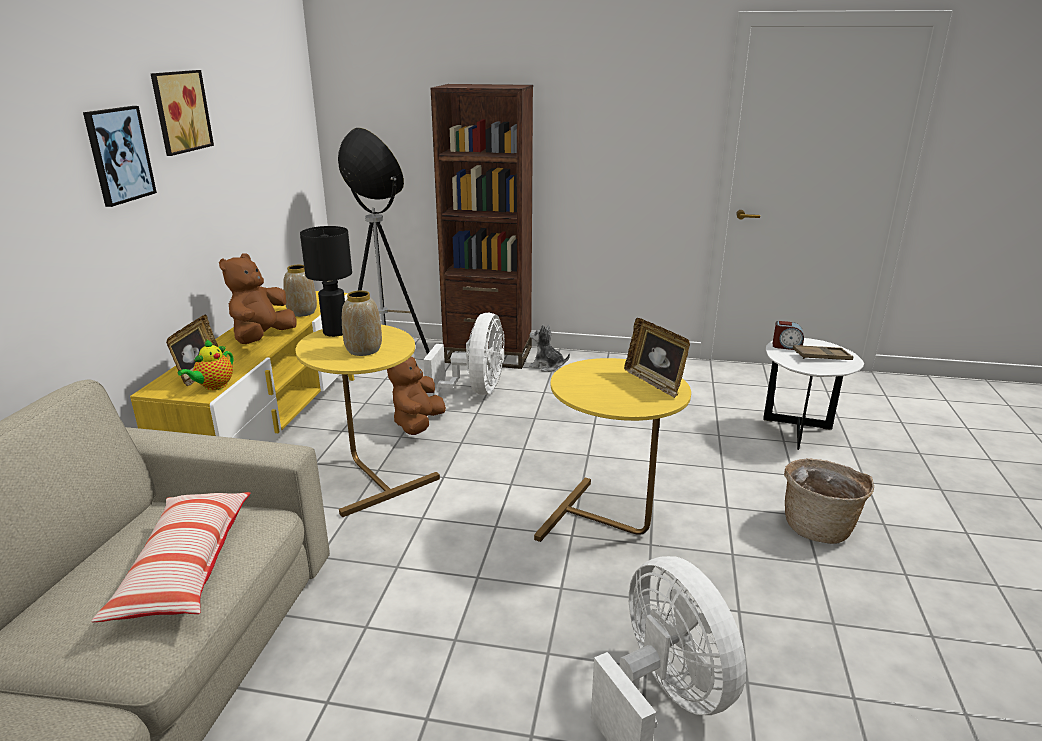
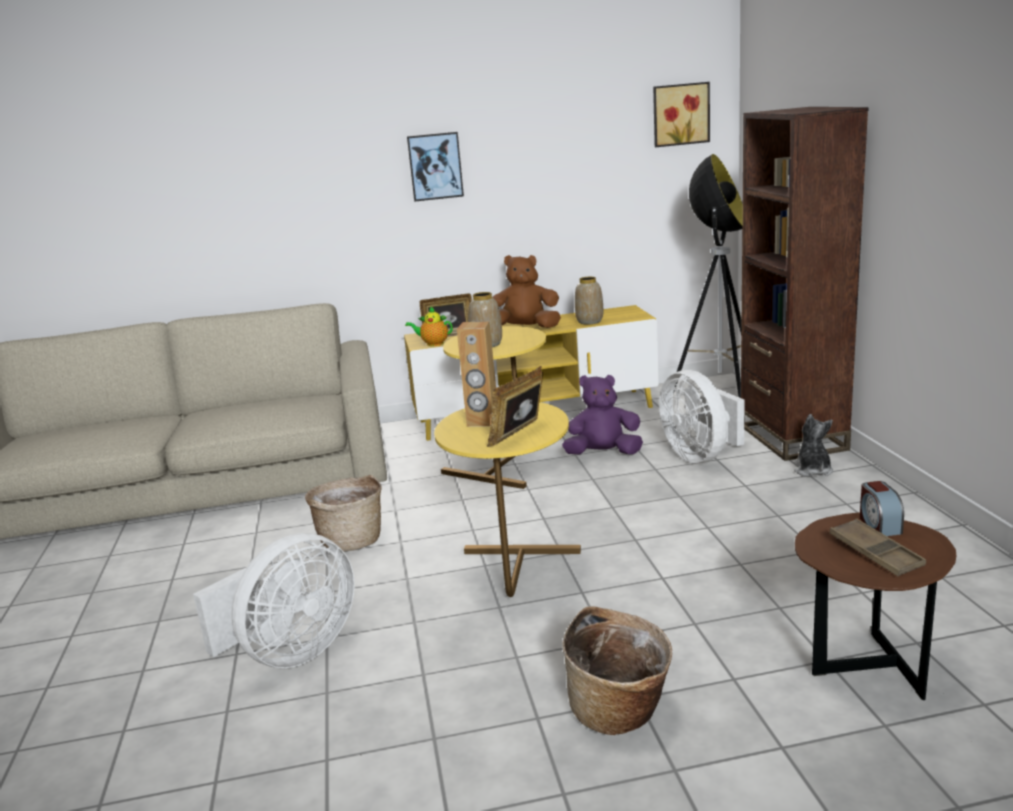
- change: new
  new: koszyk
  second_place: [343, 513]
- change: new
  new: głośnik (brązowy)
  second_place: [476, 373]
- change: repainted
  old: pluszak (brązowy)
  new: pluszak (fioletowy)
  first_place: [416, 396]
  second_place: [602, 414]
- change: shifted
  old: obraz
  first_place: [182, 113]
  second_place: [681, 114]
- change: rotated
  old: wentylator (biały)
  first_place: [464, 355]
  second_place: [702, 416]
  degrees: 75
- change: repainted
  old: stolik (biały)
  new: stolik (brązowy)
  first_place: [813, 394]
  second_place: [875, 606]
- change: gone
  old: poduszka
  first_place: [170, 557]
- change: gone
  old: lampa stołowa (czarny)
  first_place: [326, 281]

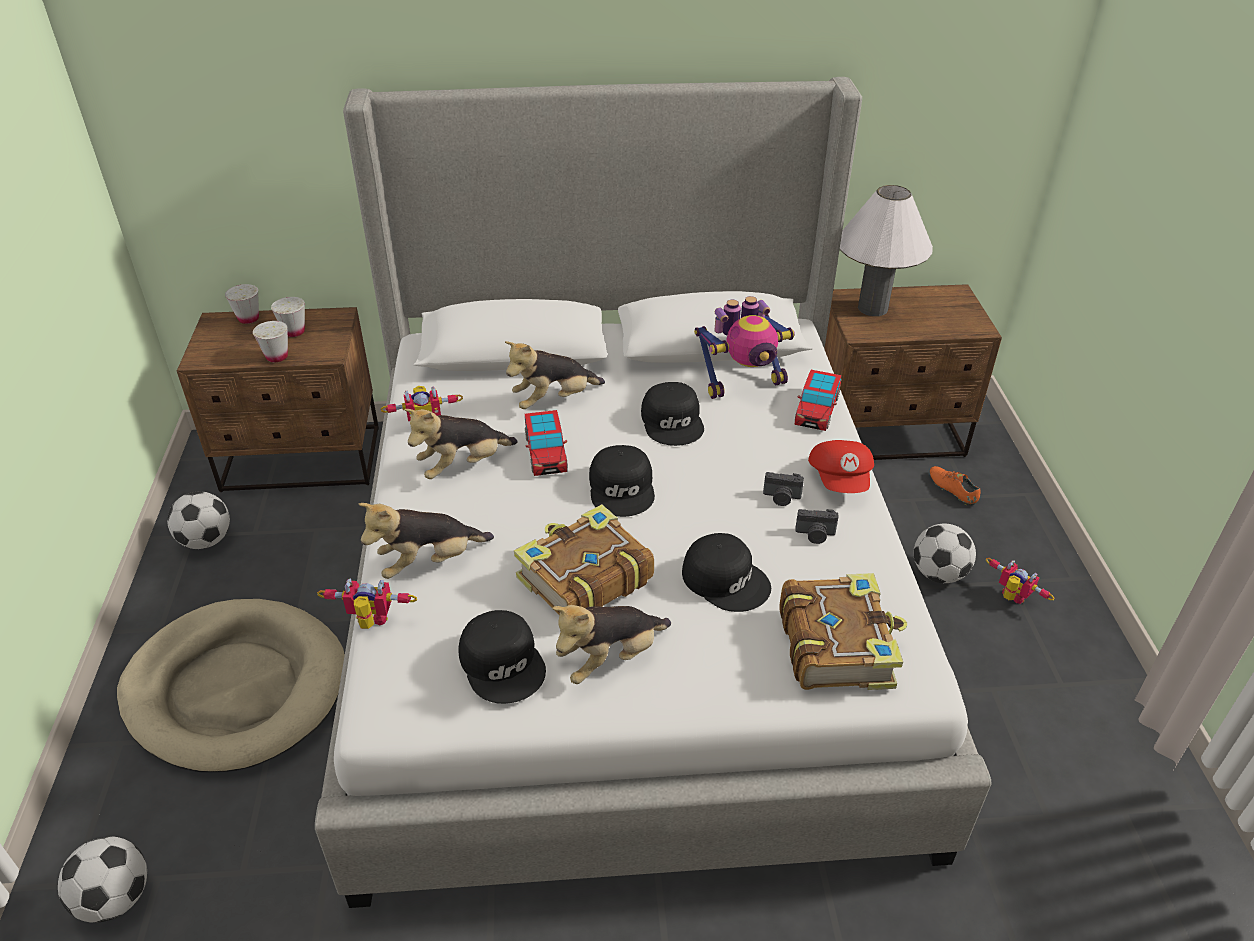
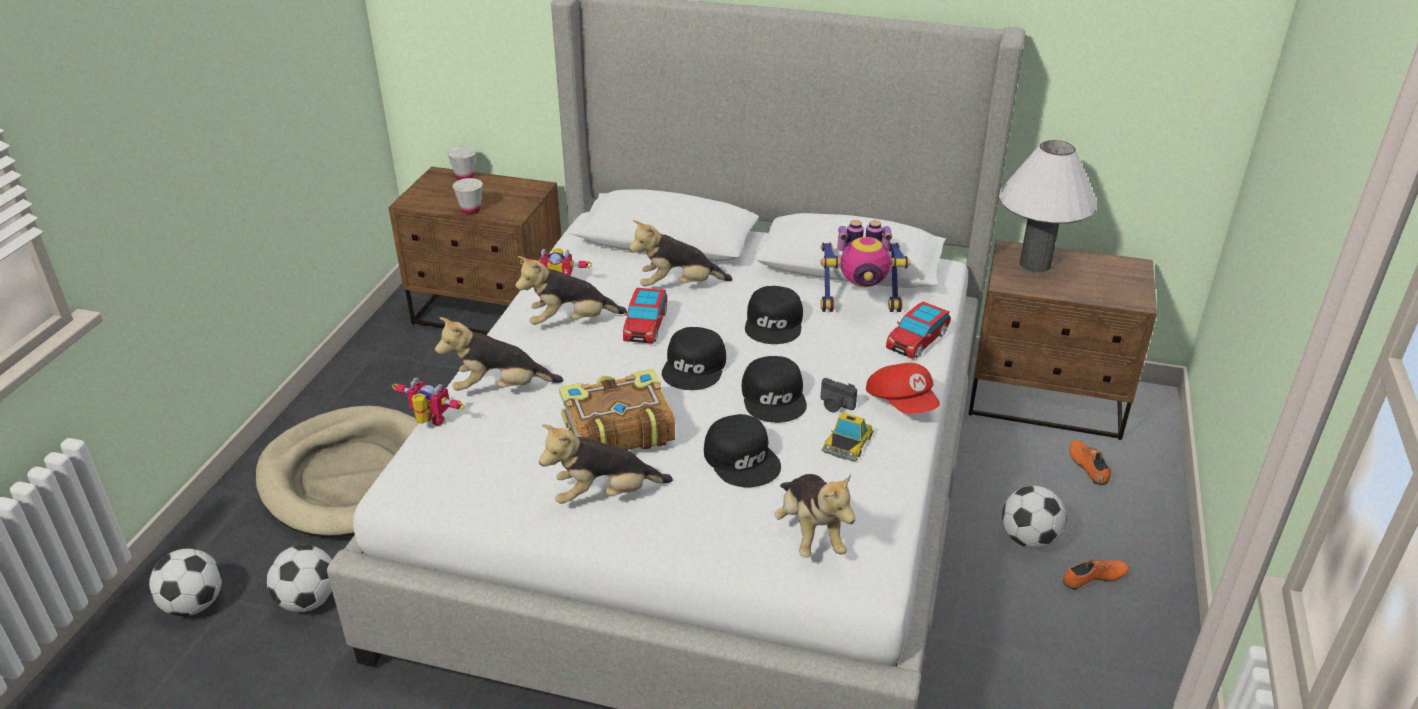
- change: shifted
  old: piłka futbolowa
  first_place: [198, 520]
  second_place: [300, 578]
- change: shifted
  old: czapka z daszkiem (czarny)
  first_place: [502, 657]
  second_place: [774, 389]
- change: swapped
  old: książka
  new: pluszak
  first_place: [843, 631]
  second_place: [815, 516]
- change: swapped
  old: aparat fotograficzny
  new: samochodzik
  first_place: [816, 526]
  second_place: [847, 437]
- change: rotated
  old: czapka z daszkiem (czerwony)
  first_place: [841, 466]
  second_place: [903, 388]
  degrees: -45
- change: swapped
  old: robot zabawkowy
  new: but (pomarańczowy)
  first_place: [1020, 581]
  second_place: [1096, 574]
- change: gone
  old: filiżanka (biały)
  first_place: [288, 317]

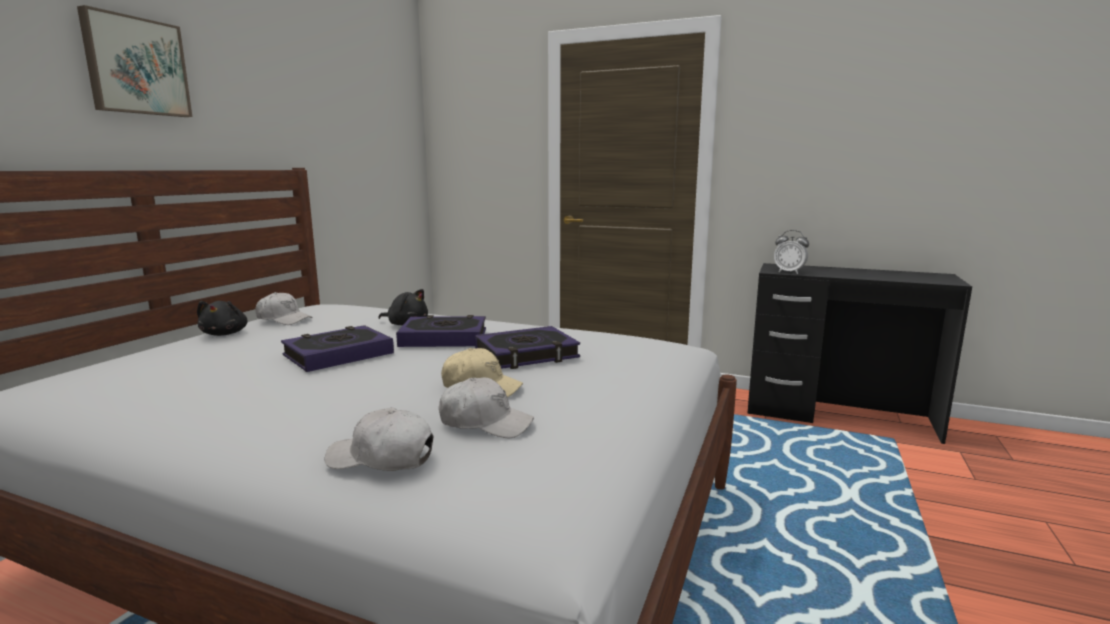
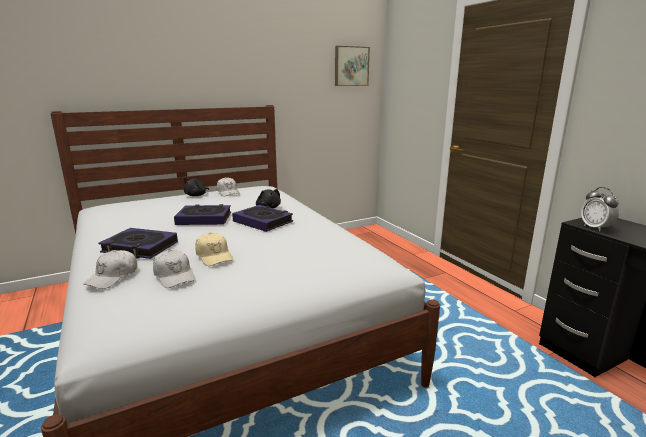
- change: rotated
  old: czapka z daszkiem (biały)
  first_place: [379, 439]
  second_place: [110, 269]
  degrees: -120
- change: shifted
  old: książka
  first_place: [527, 347]
  second_place: [138, 243]
- change: shifted
  old: obraz
  first_place: [134, 61]
  second_place: [352, 66]

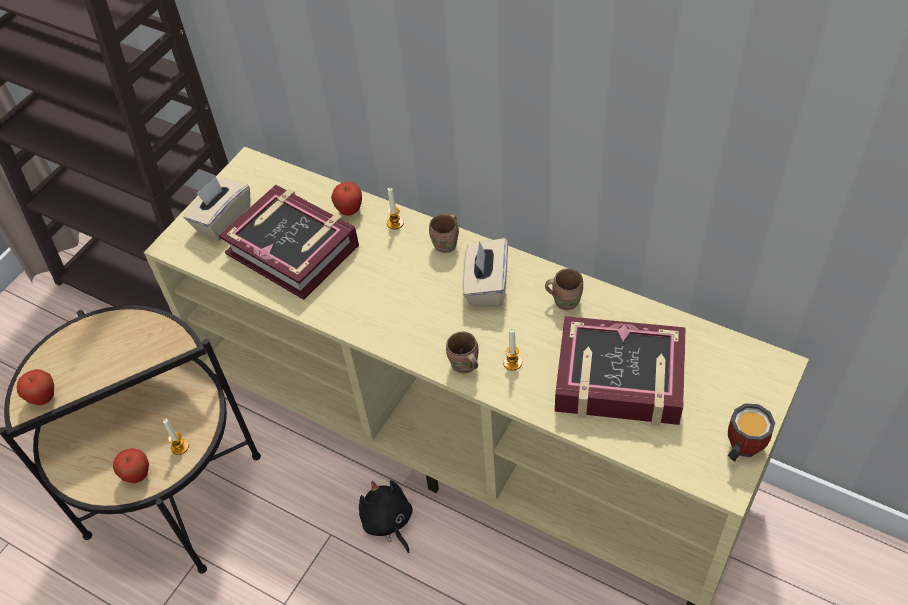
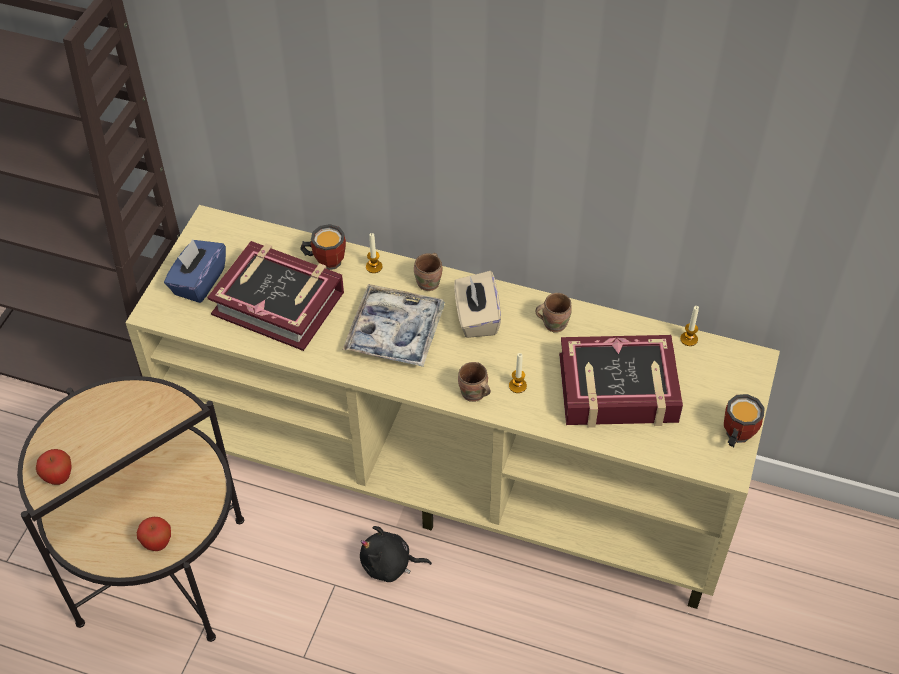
- change: repainted
  old: pudełko chusteczek (beżowy)
  new: pudełko chusteczek (niebieski)
  first_place: [217, 208]
  second_place: [195, 271]
- change: swapped
  old: jabłko
  new: kubek
  first_place: [346, 199]
  second_place: [323, 247]
- change: new
  new: taca
  second_place: [394, 325]
- change: rotated
  old: pluszak (czarny)
  first_place: [386, 516]
  second_place: [396, 554]
  degrees: -45
- change: shifted
  old: świeca
  first_place: [176, 437]
  second_place: [689, 326]

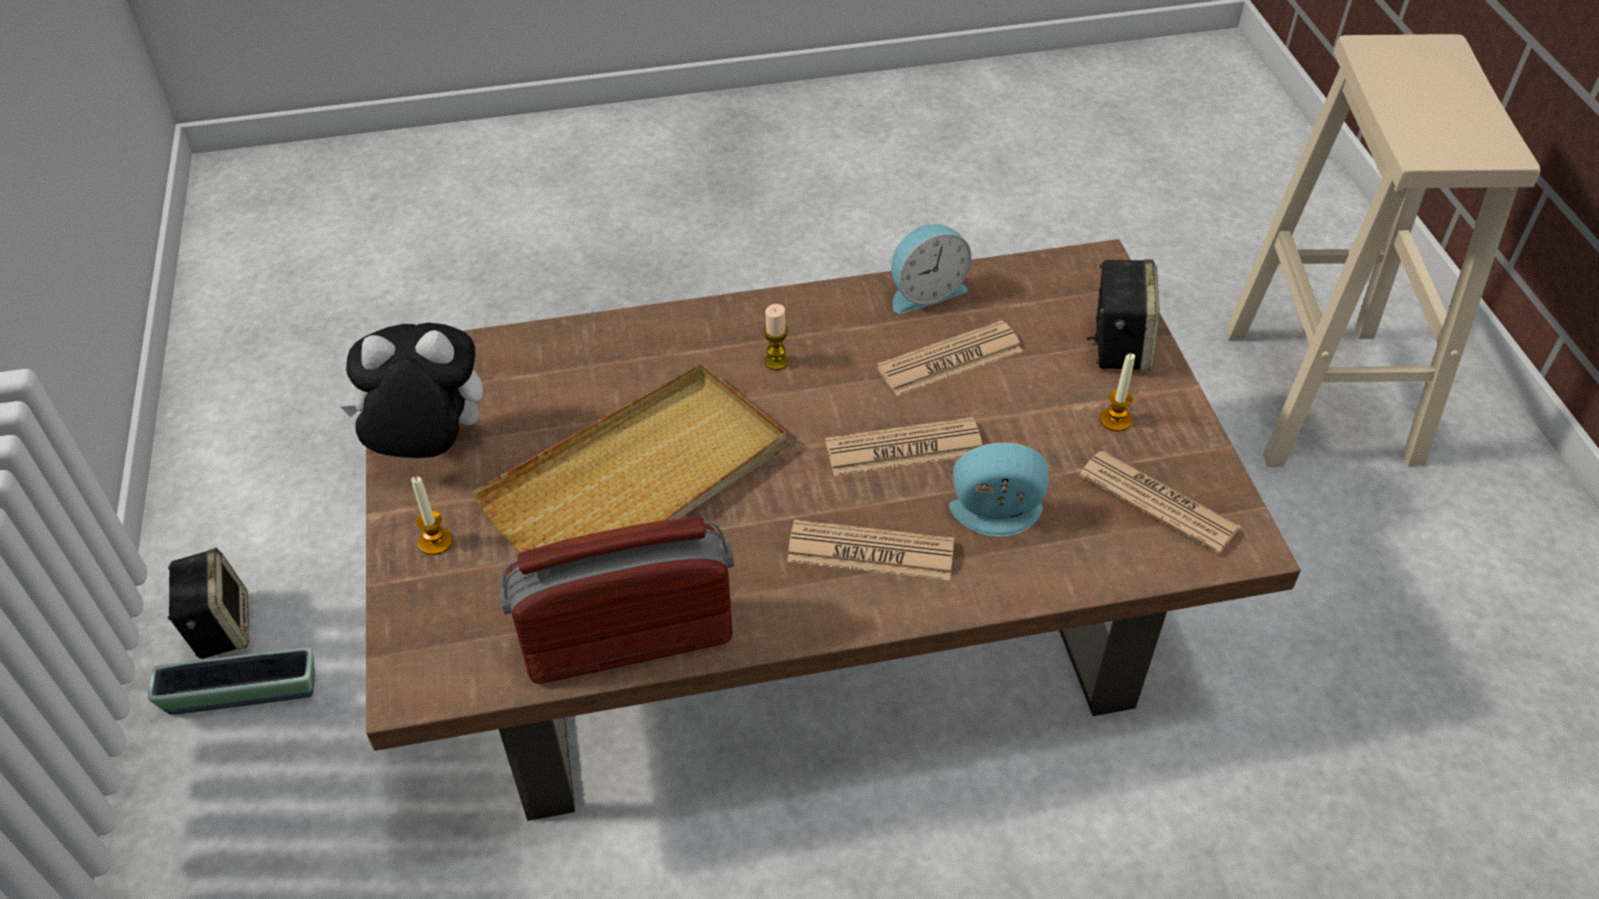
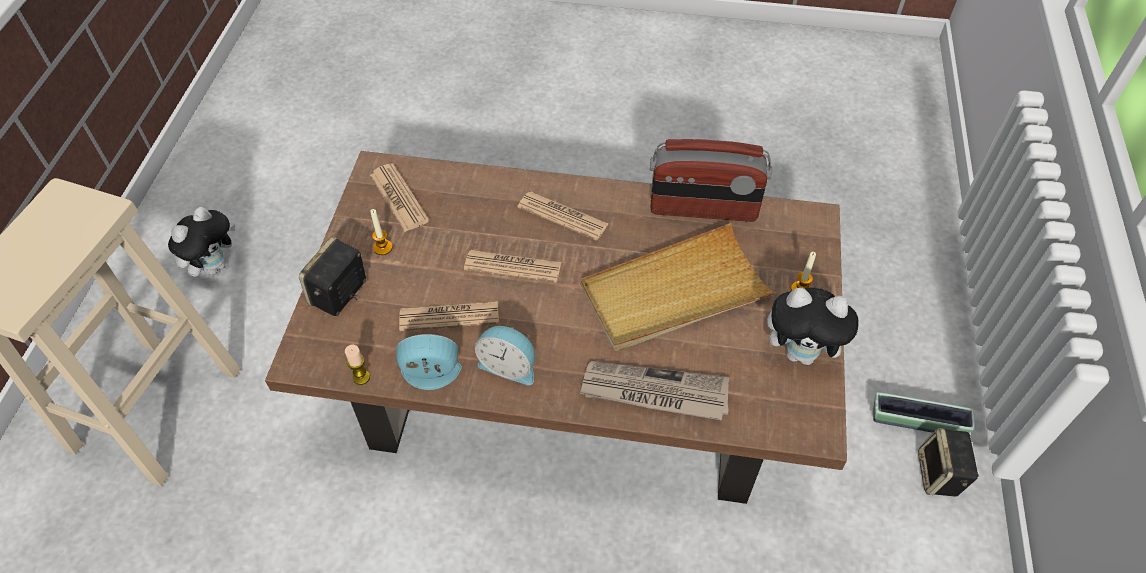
- change: new
  new: pluszak
  second_place: [201, 242]
- change: shifted
  old: świeca
  first_place: [775, 337]
  second_place: [357, 365]
- change: shifted
  old: budzik
  first_place: [999, 489]
  second_place: [505, 355]
- change: new
  new: gazeta
  second_place: [655, 390]

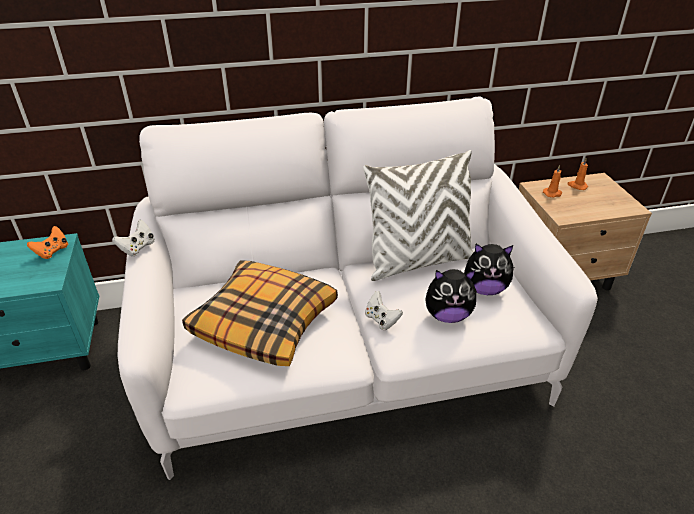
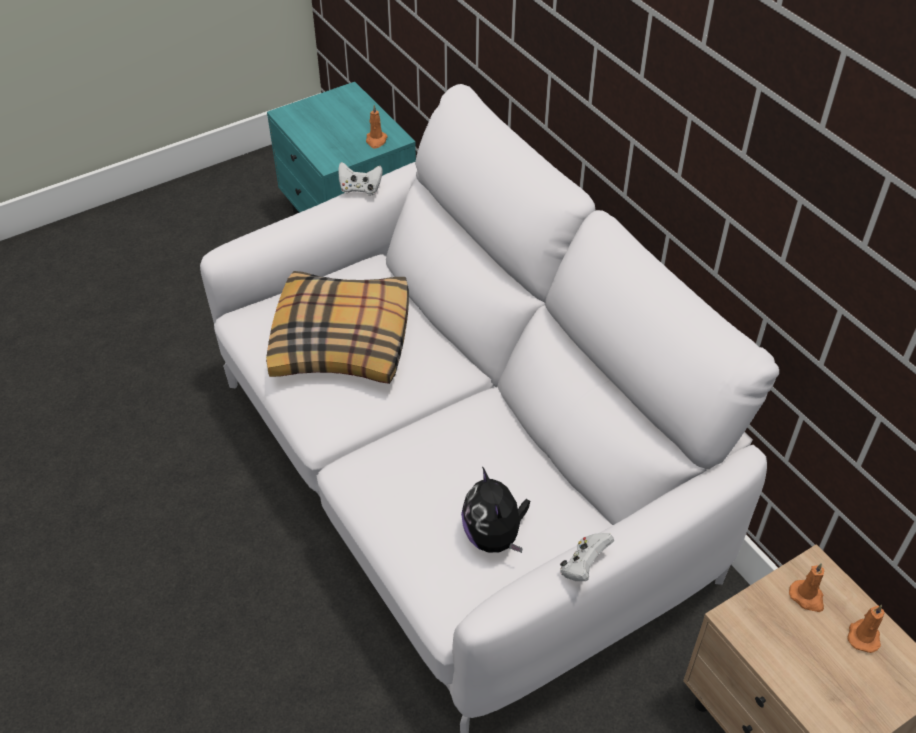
- change: swapped
  old: pad do gier (pomarańczowy)
  new: świeca (pomarańczowy)
  first_place: [47, 242]
  second_place: [377, 126]
- change: shifted
  old: pad do gier (biały)
  first_place: [384, 310]
  second_place: [587, 557]
- change: gone
  old: poduszka (biały)
  first_place: [418, 215]
- change: gone
  old: pluszak
  first_place: [451, 296]

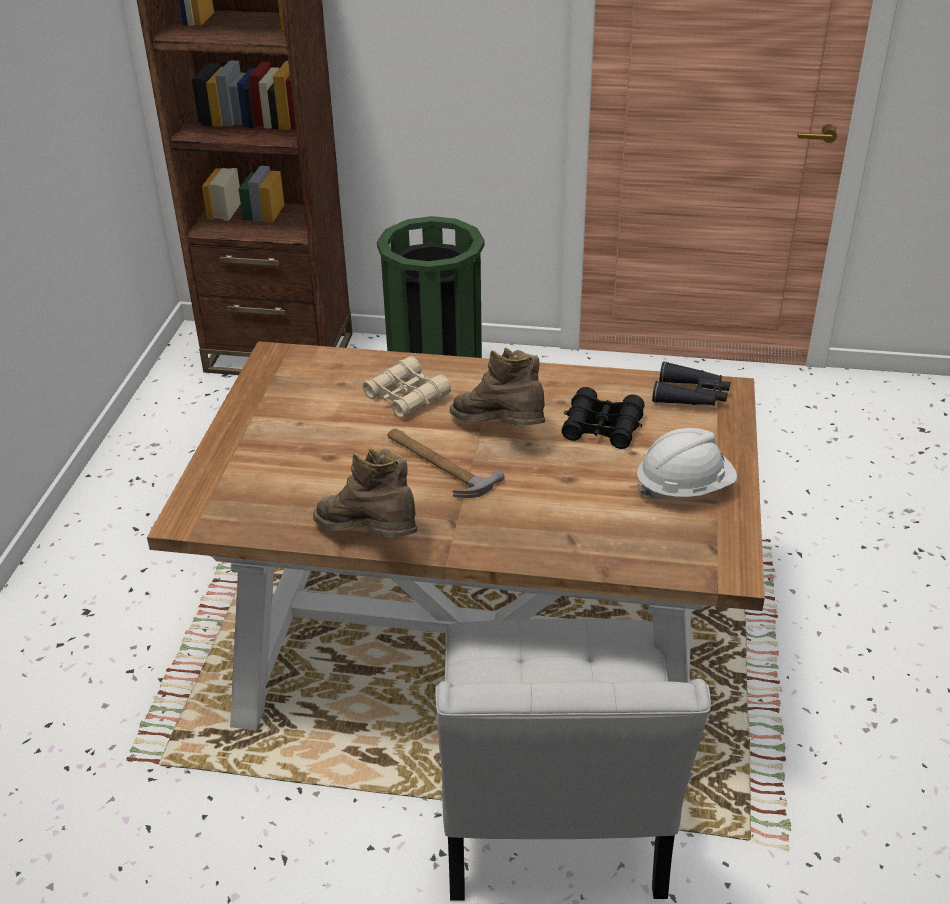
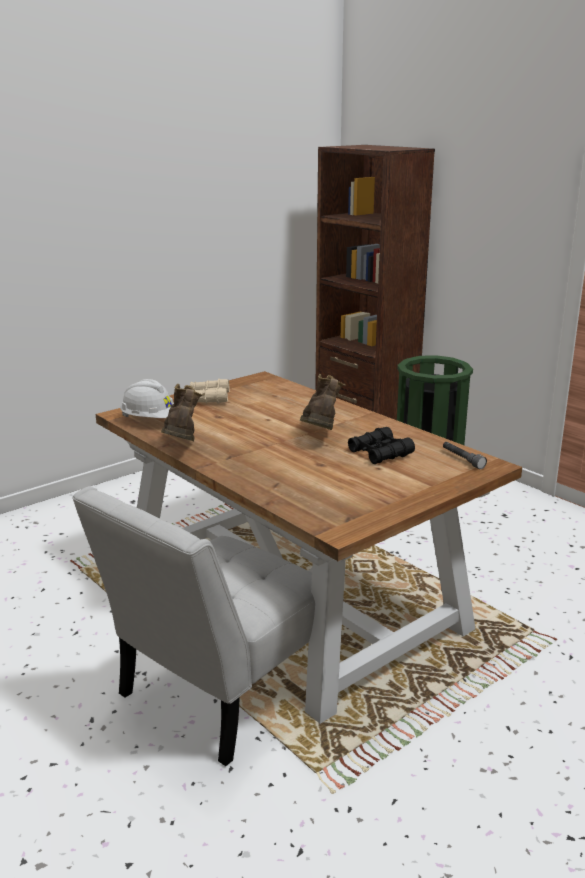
- change: shifted
  old: kask (biały)
  first_place: [687, 464]
  second_place: [147, 398]
- change: shifted
  old: lornetka (beżowy)
  first_place: [407, 387]
  second_place: [210, 391]
- change: swapped
  old: lornetka (czarny)
  new: latarka (szary)
  first_place: [691, 383]
  second_place: [465, 455]
- change: gone
  old: młotek
  first_place: [446, 463]

